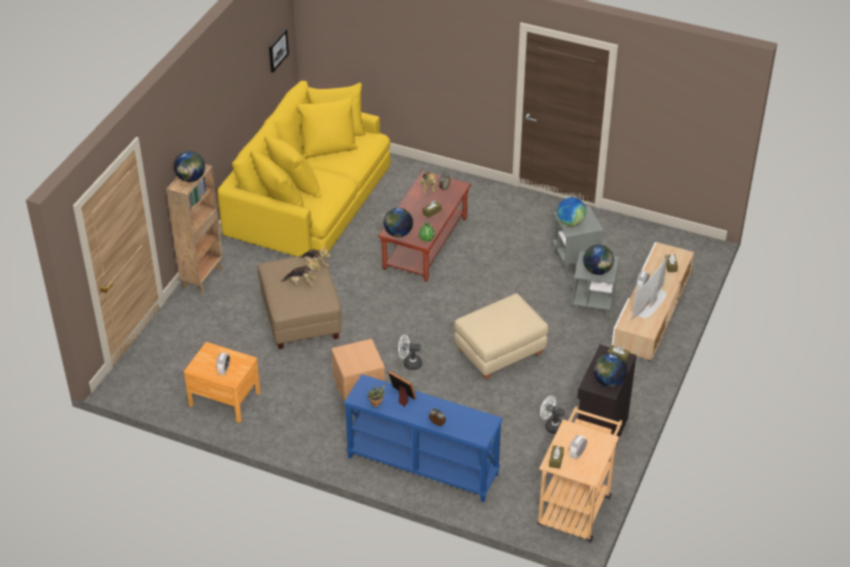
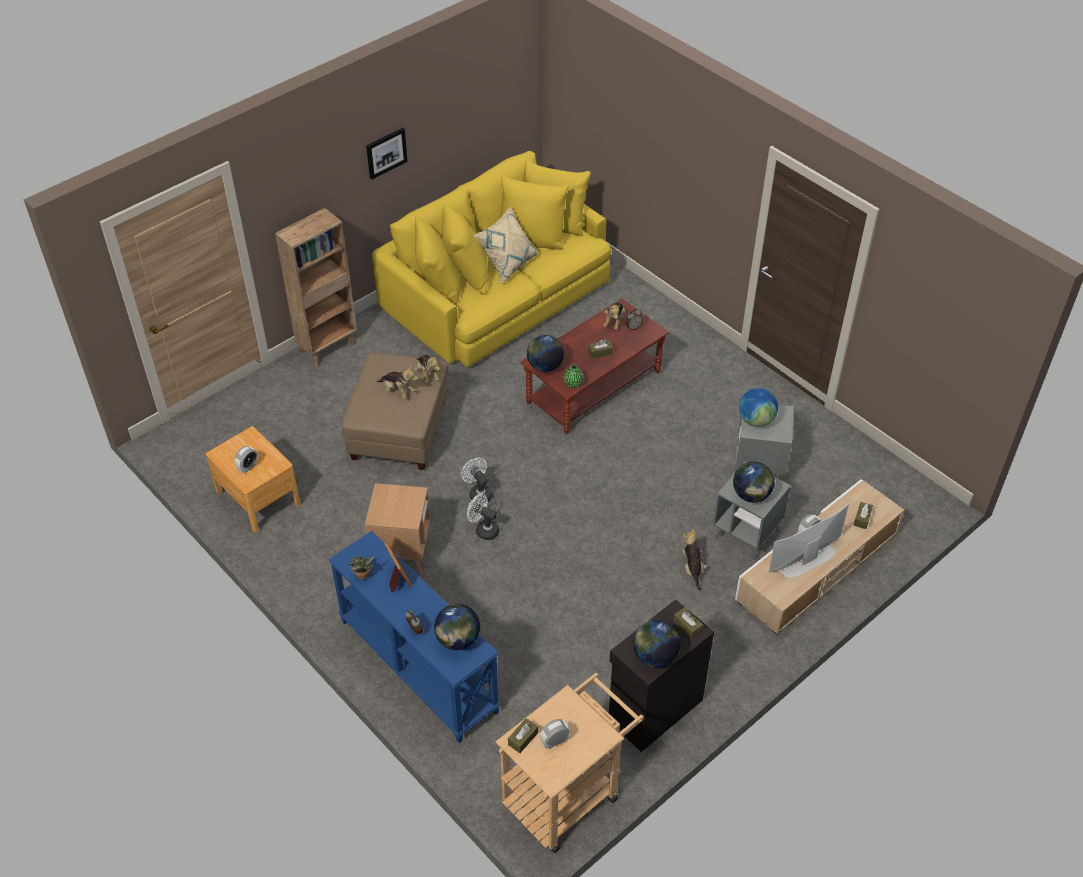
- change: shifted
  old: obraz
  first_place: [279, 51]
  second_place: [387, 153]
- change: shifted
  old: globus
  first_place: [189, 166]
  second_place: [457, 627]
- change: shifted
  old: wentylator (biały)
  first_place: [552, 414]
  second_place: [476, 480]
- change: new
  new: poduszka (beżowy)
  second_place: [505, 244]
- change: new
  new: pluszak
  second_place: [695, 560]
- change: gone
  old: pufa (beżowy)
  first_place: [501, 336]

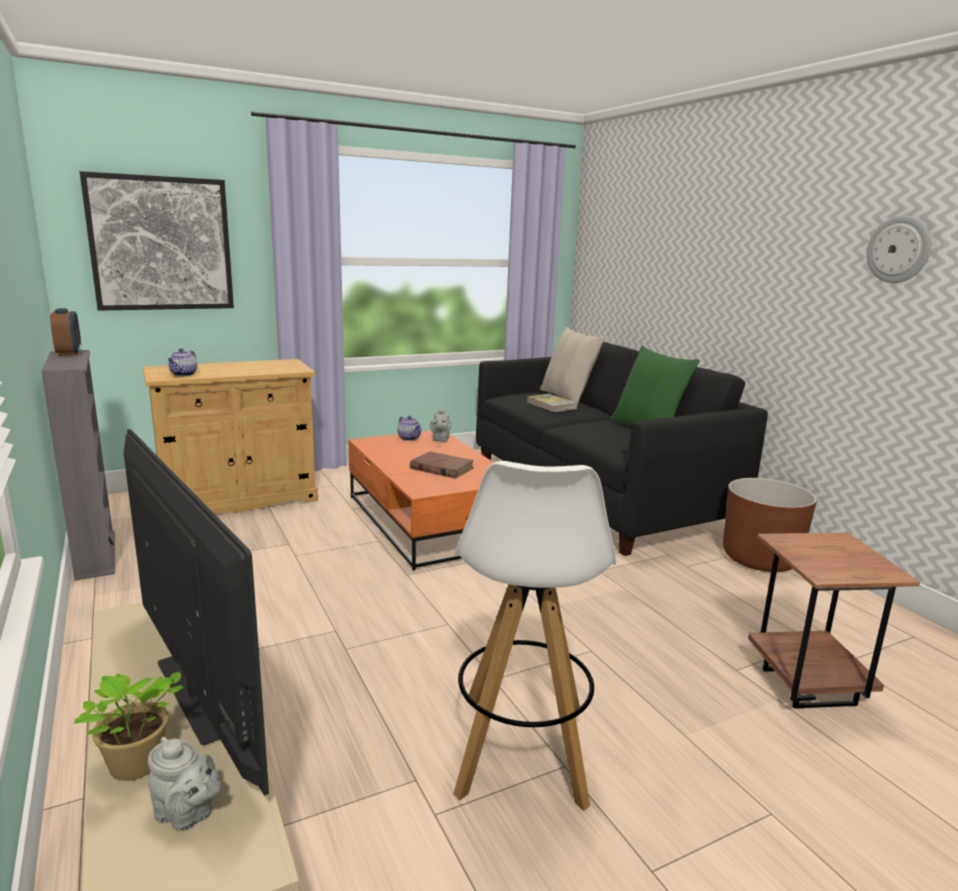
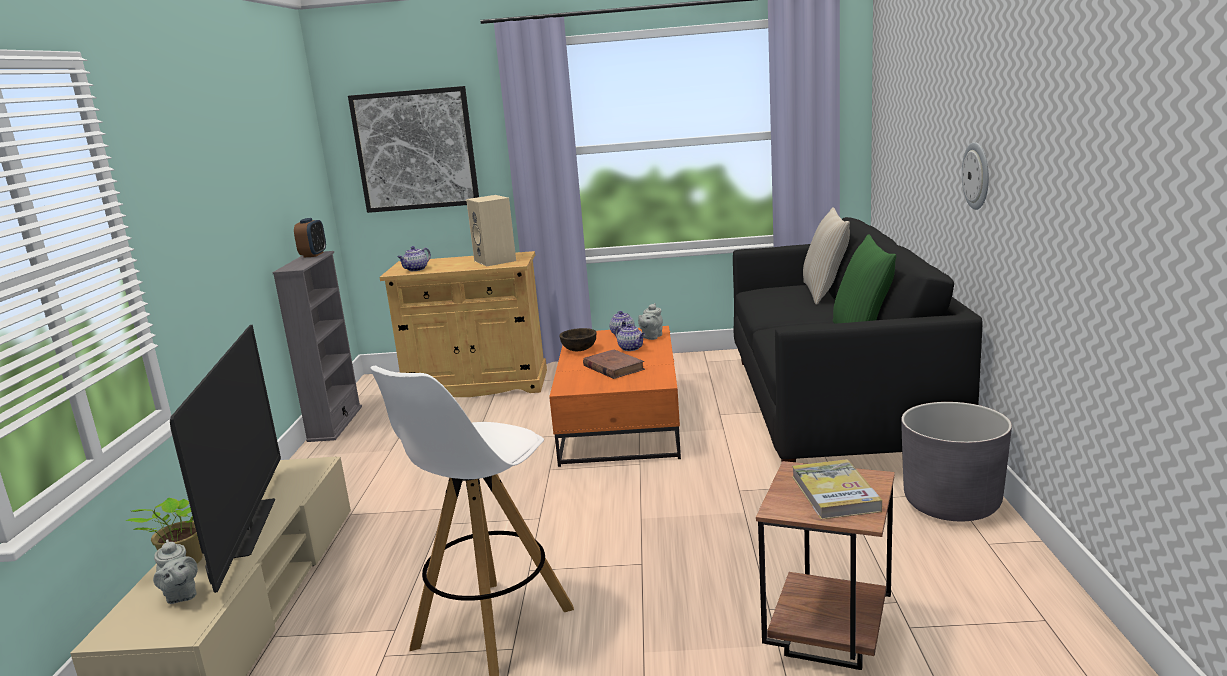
- change: new
  new: głośnik (beżowy)
  second_place: [491, 230]
- change: new
  new: miska (brązowy)
  second_place: [577, 339]
- change: new
  new: imbryk
  second_place: [630, 337]
- change: shifted
  old: książka
  first_place: [552, 403]
  second_place: [837, 489]
- change: repainted
  old: donica (brązowy)
  new: donica (szary)
  first_place: [770, 525]
  second_place: [956, 461]
- change: shifted
  old: zegar ścienny
  first_place: [899, 249]
  second_place: [975, 176]

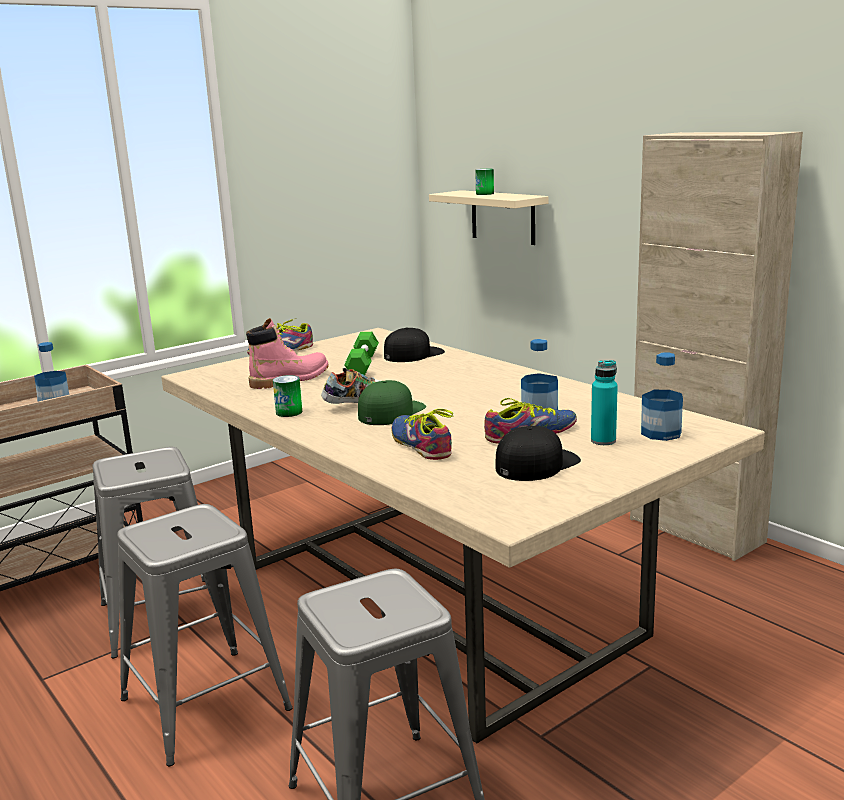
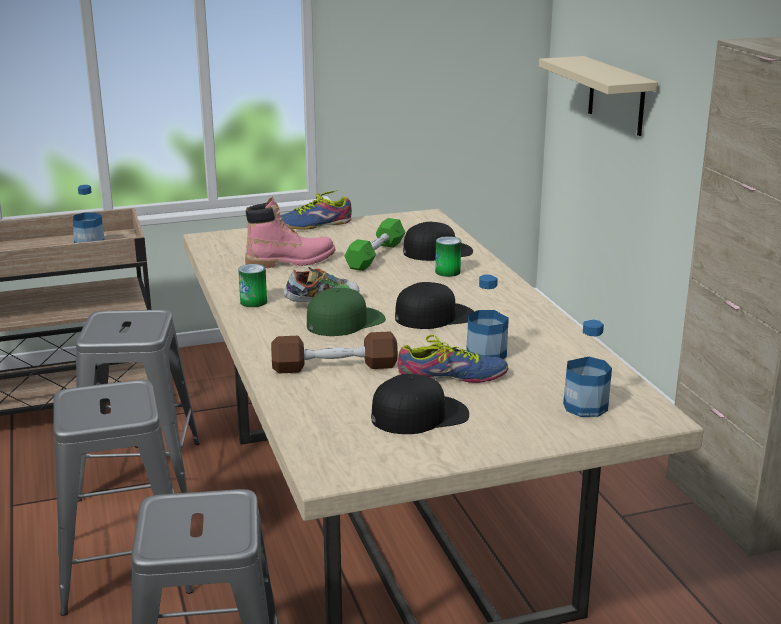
- change: swapped
  old: but
  new: hantel (brązowy)
  first_place: [422, 434]
  second_place: [334, 353]
- change: new
  new: czapka z daszkiem (czarny)
  second_place: [434, 305]
- change: shifted
  old: puszka
  first_place: [484, 182]
  second_place: [448, 256]
- change: gone
  old: butelka (turkusowy)
  first_place: [604, 402]

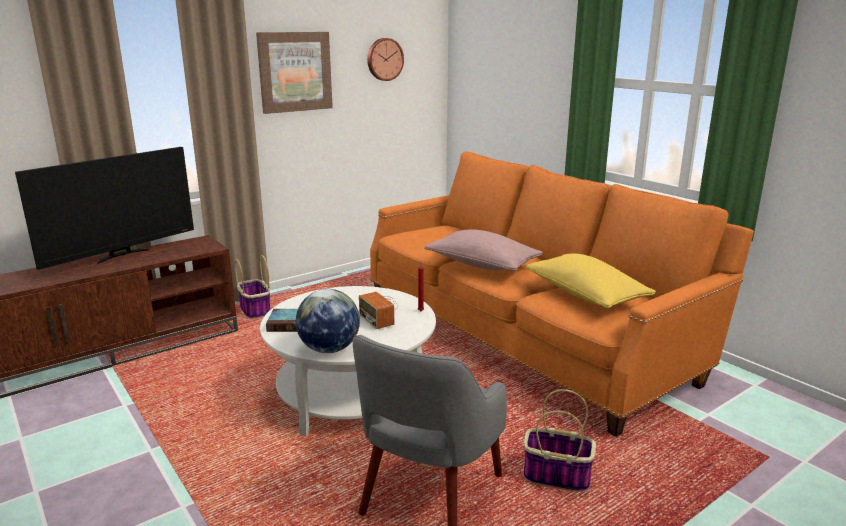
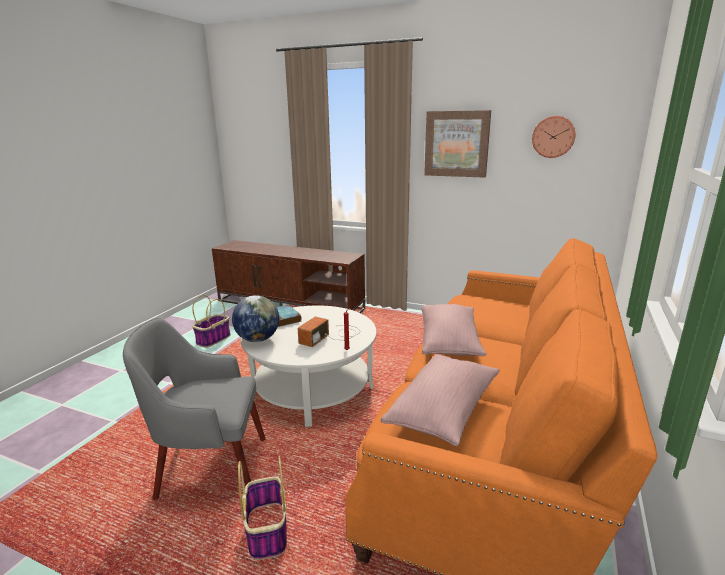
- change: shifted
  old: koszyk
  first_place: [253, 287]
  second_place: [211, 321]
- change: repainted
  old: poduszka (żółty)
  new: poduszka (różowy)
  first_place: [590, 281]
  second_place: [440, 400]
- change: gone
  old: telewizor
  first_place: [104, 208]

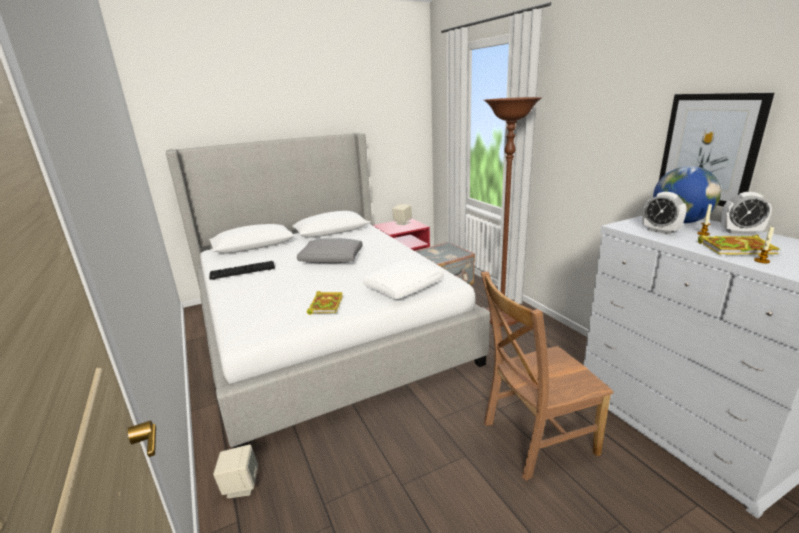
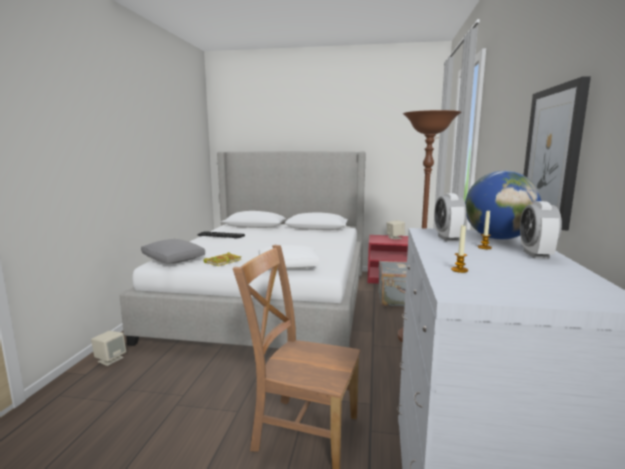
- change: shifted
  old: poduszka (szary)
  first_place: [330, 250]
  second_place: [173, 251]
- change: rotated
  old: budzik
  first_place: [746, 213]
  second_place: [541, 230]
  degrees: 45
- change: gone
  old: książka
  first_place: [739, 244]

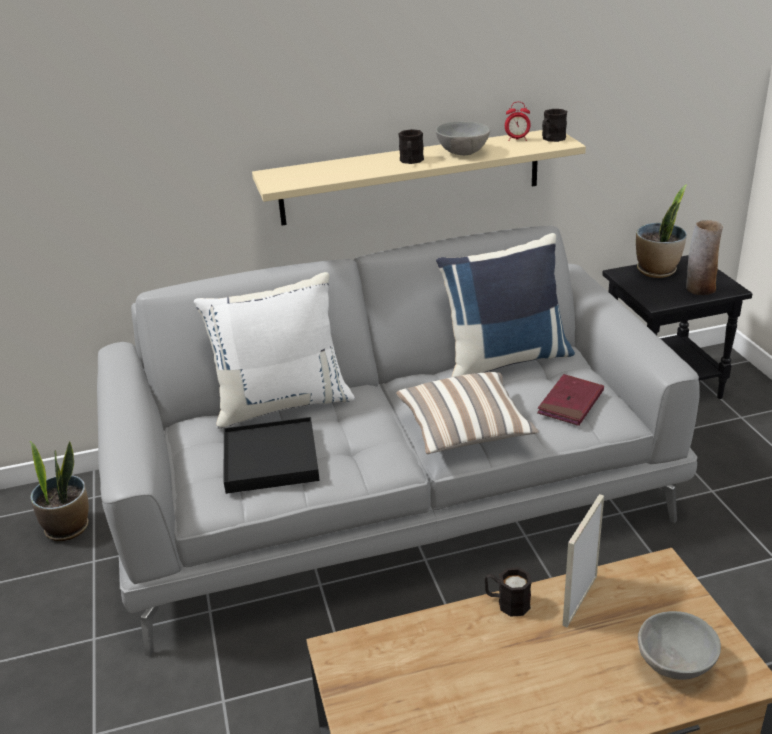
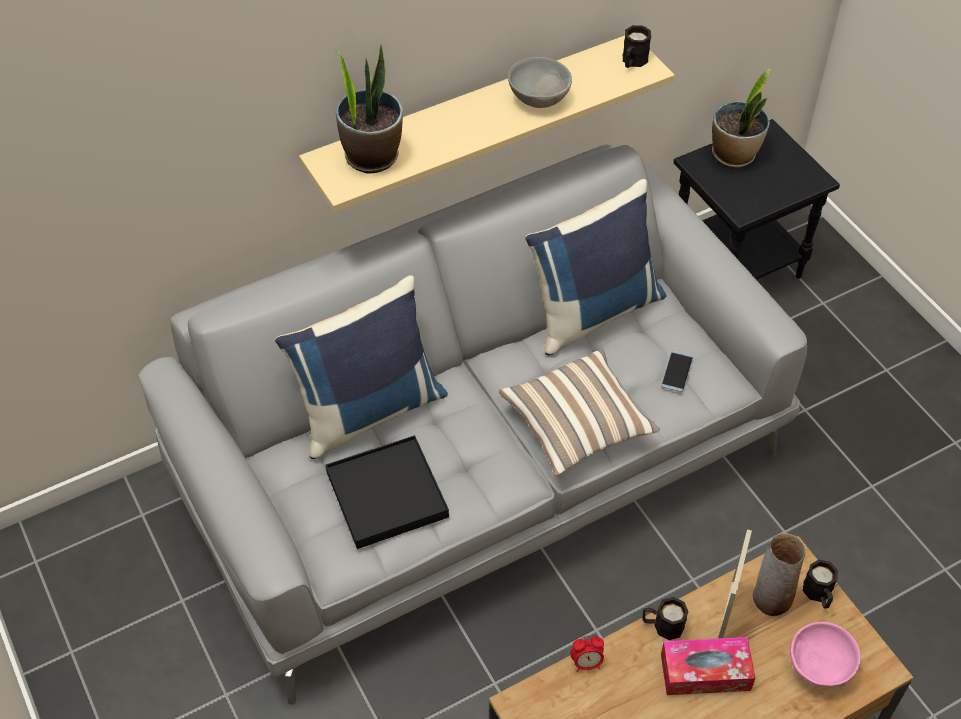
- change: repainted
  old: poduszka (biały)
  new: poduszka (niebieski)
  first_place: [274, 350]
  second_place: [361, 367]
- change: shifted
  old: roślina doniczkowa
  first_place: [59, 491]
  second_place: [369, 109]
- change: shifted
  old: budzik
  first_place: [518, 121]
  second_place: [587, 653]
- change: swapped
  old: książka (czerwony)
  new: telefon
  first_place: [570, 400]
  second_place: [677, 371]
- change: new
  new: pudełko chusteczek
  second_place: [708, 666]
- change: shifted
  old: wazon
  first_place: [704, 257]
  second_place: [779, 574]
- change: repainted
  old: miska (szary)
  new: miska (różowy)
  first_place: [679, 645]
  second_place: [825, 654]
- change: shifted
  old: kubek (czarny)
  first_place: [411, 146]
  second_place: [820, 584]

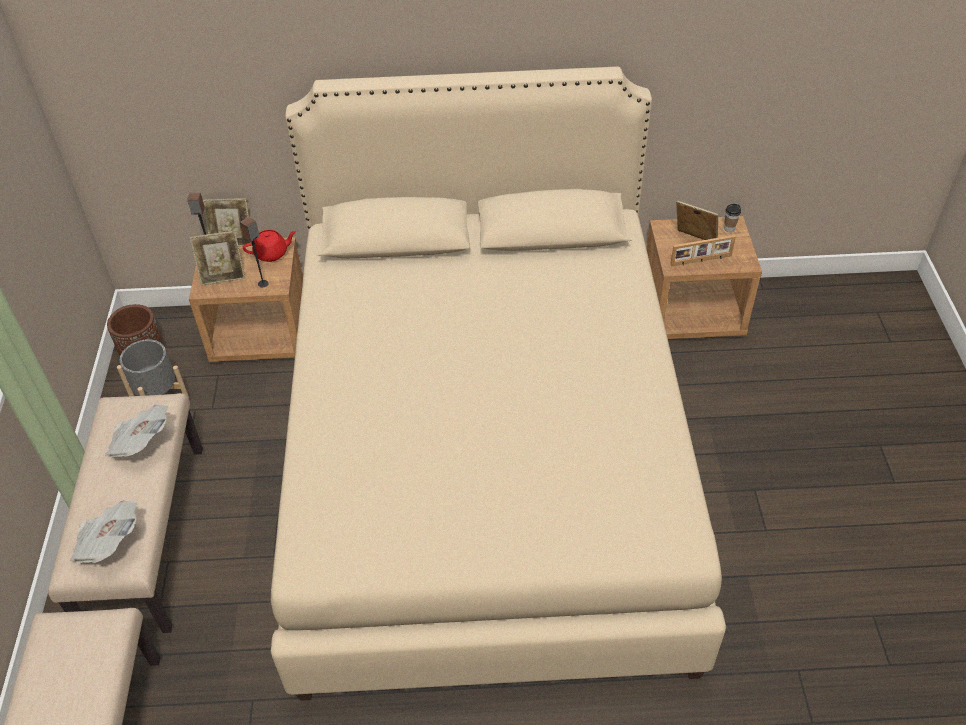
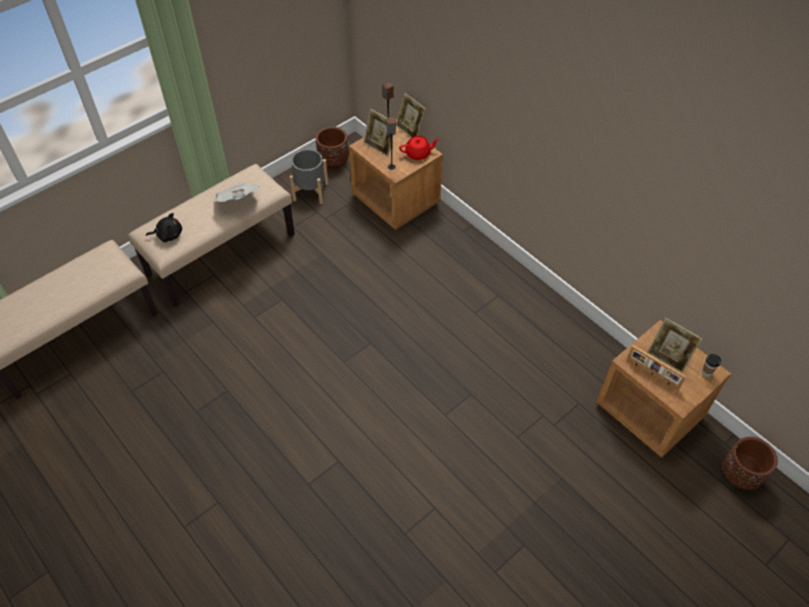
- change: swapped
  old: gazeta
  new: pluszak (czarny)
  first_place: [103, 531]
  second_place: [164, 227]
- change: rotated
  old: imbryk (czerwony)
  first_place: [269, 246]
  second_place: [419, 148]
  degrees: -45
- change: rotated
  old: ramka na zdjęcie
  first_place: [697, 220]
  second_place: [675, 345]
  degrees: 135
- change: new
  new: donica (brązowy)
  second_place: [750, 463]
- change: gone
  old: łóżko (beżowy)
  first_place: [498, 383]

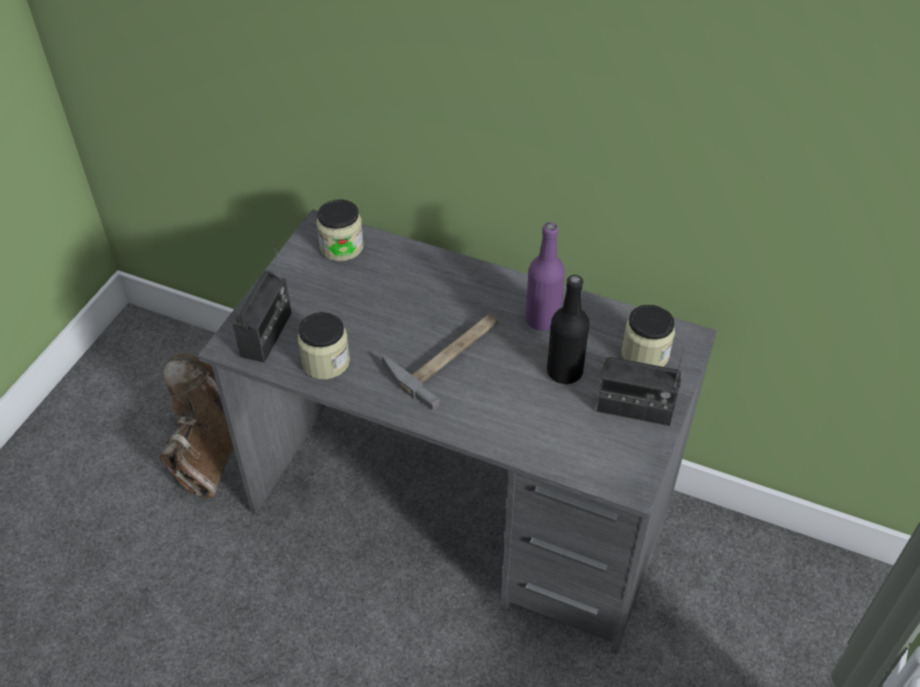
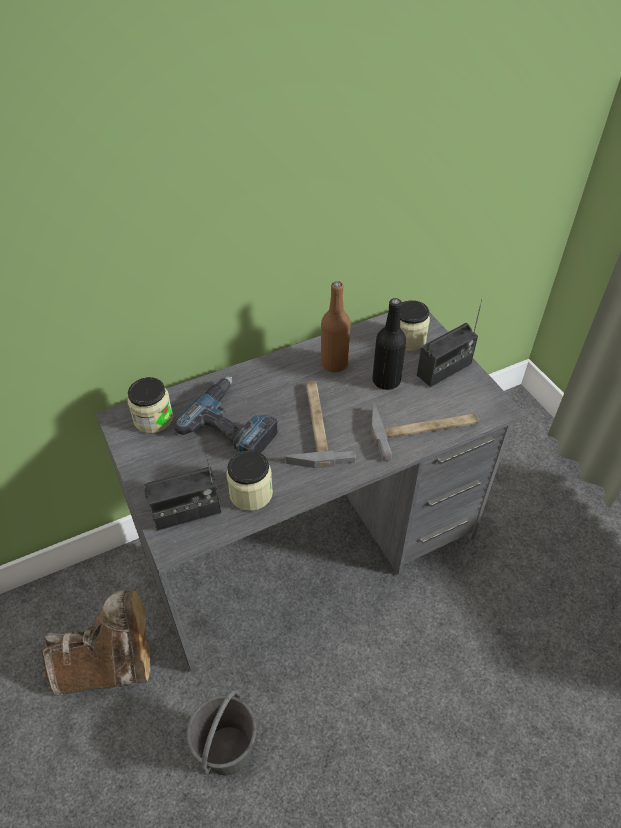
- change: rotated
  old: but z cholewką (brązowy)
  first_place: [196, 425]
  second_place: [96, 643]
  degrees: 120
- change: rotated
  old: radio
  first_place: [262, 301]
  second_place: [182, 490]
  degrees: 105
- change: new
  new: wiertarka
  second_place: [226, 414]
- change: new
  new: wiadro (szary)
  second_place: [222, 732]
- change: repainted
  old: butelka (fioletowy)
  new: butelka (brązowy)
  first_place: [545, 276]
  second_place: [336, 326]
- change: new
  new: młotek
  second_place: [425, 432]

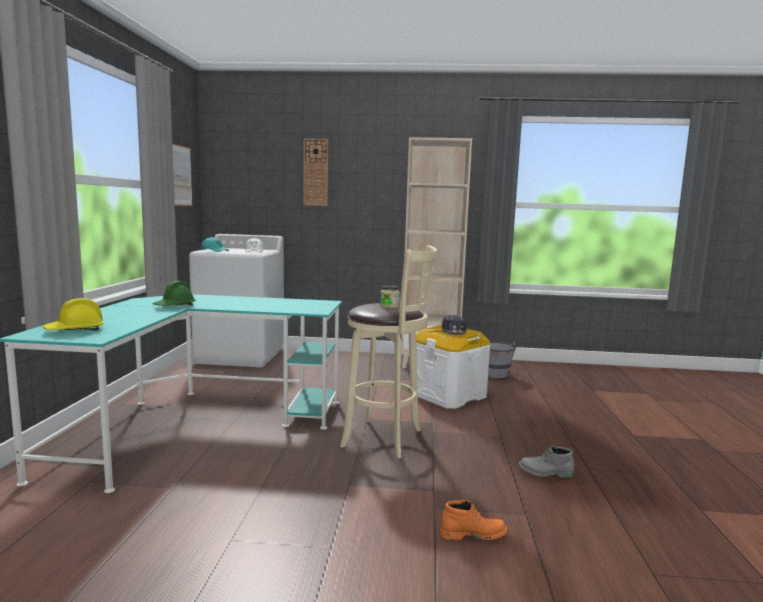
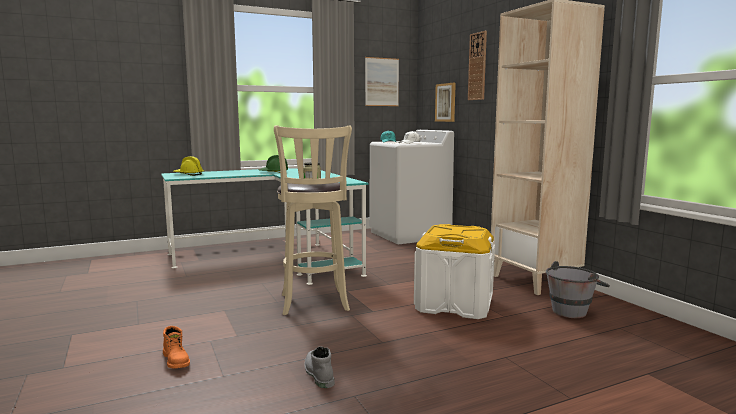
- change: new
  new: obraz
  second_place: [445, 102]
- change: gone
  old: czapka z daszkiem
  first_place: [454, 325]

